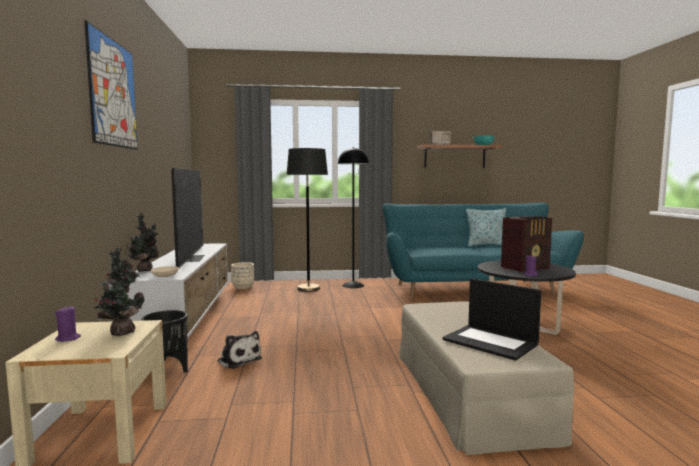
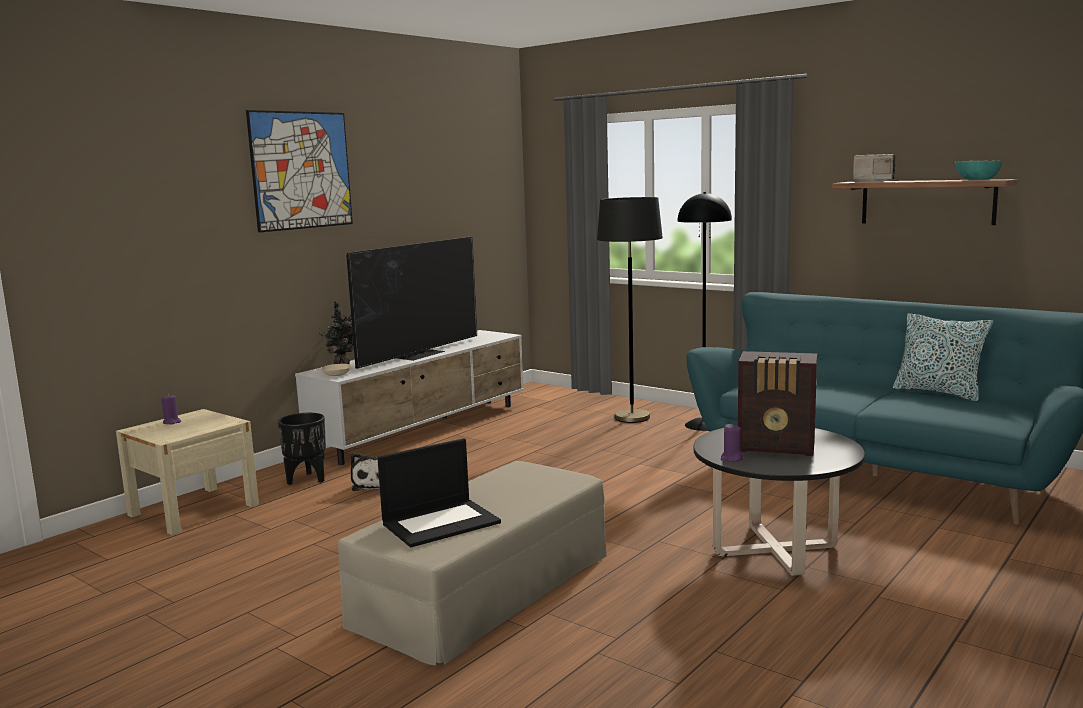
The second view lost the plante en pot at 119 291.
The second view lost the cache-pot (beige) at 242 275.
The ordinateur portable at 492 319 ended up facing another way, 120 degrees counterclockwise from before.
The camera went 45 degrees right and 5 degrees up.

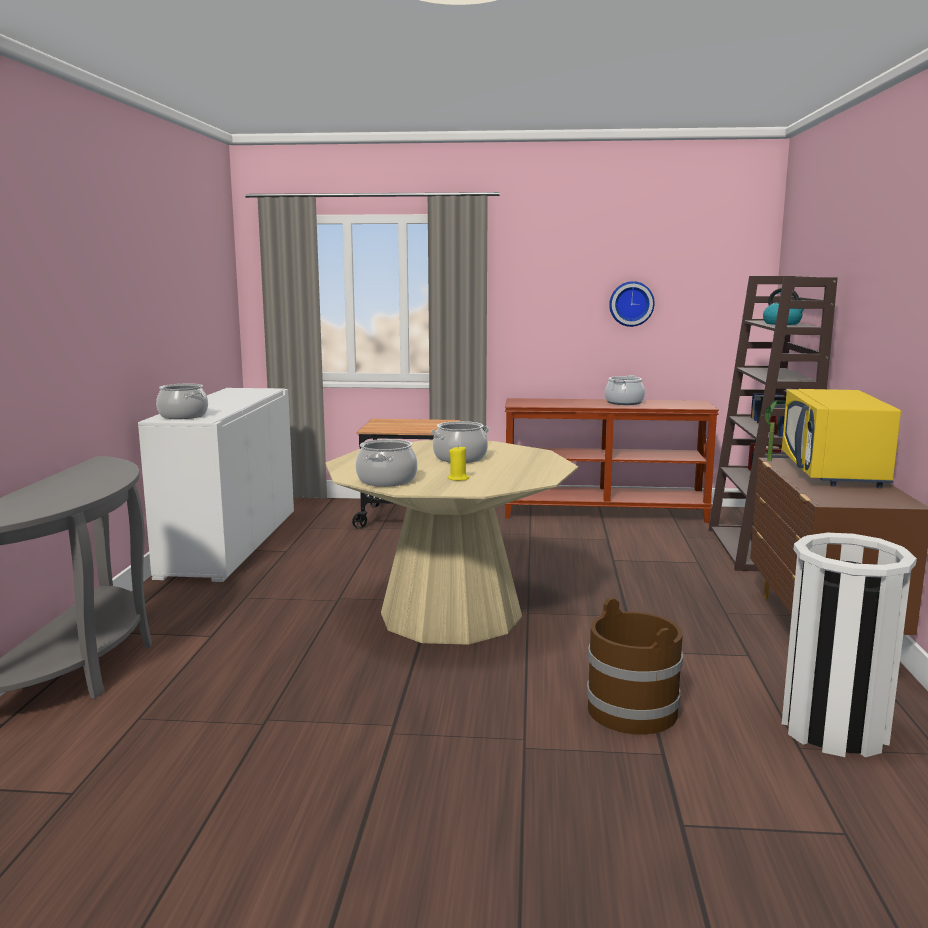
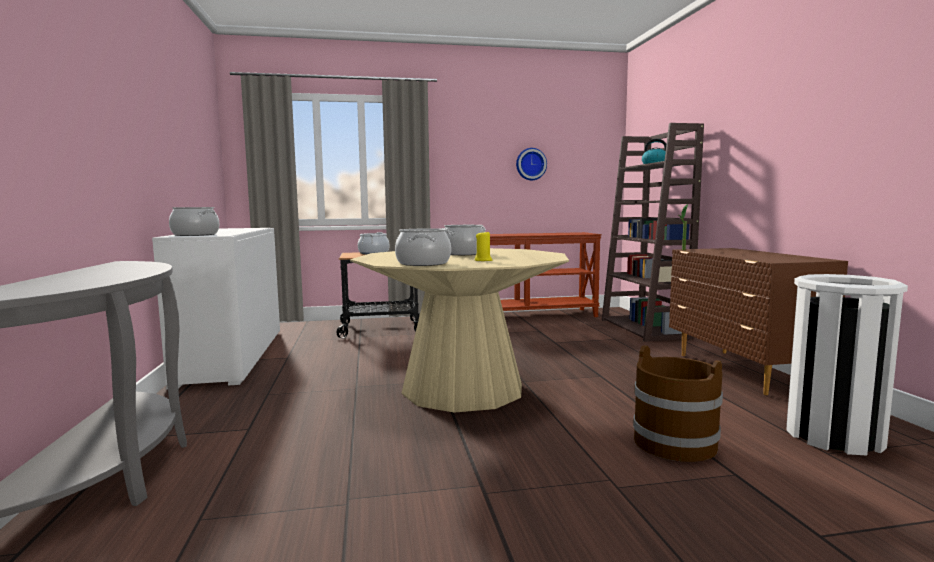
The second view lost the micro-ondes (jaune) at 841 438.
The marmite ended up elsewhere, having gone from 625 390 to 373 243.
The camera went 15 degrees left and 5 degrees down.

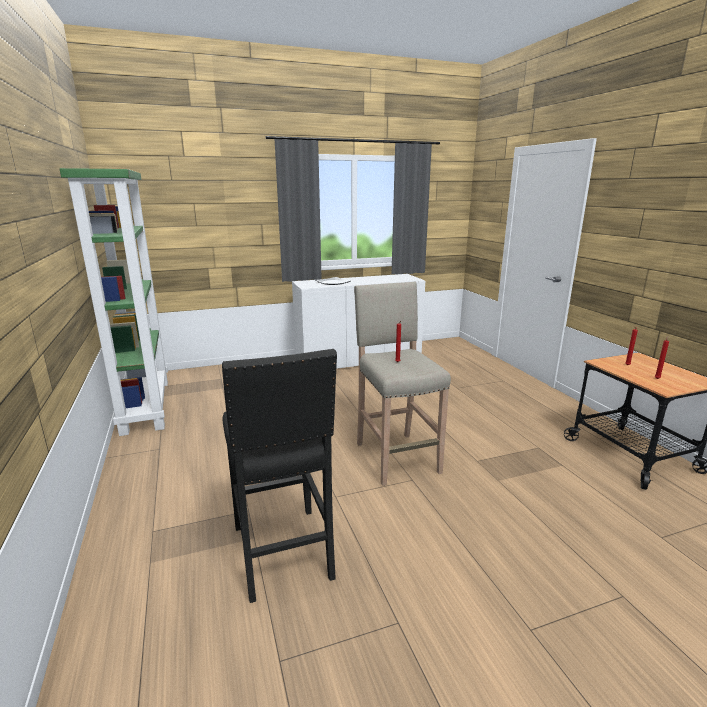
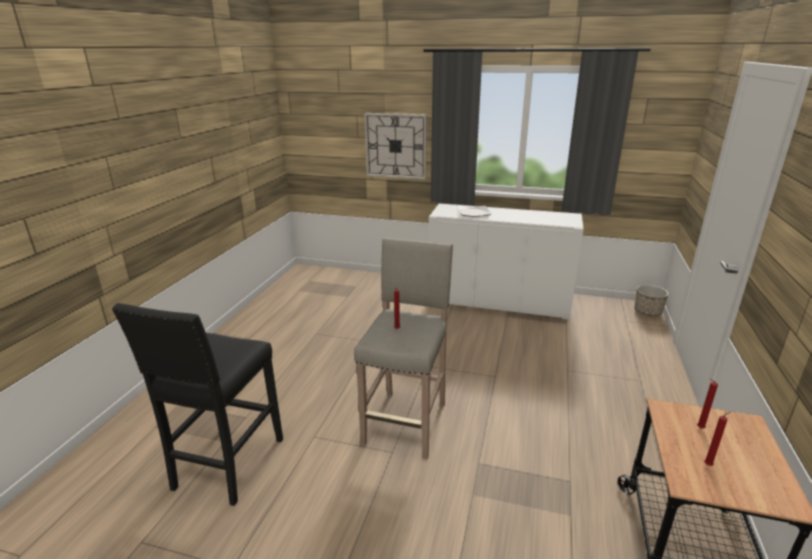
The second view lost the bibliothèque (vert) at 114 302.
The second view gained the horloge murale at 395 146.
The second view gained the cache-pot at 651 300.
The camera went 35 degrees right and 5 degrees up.

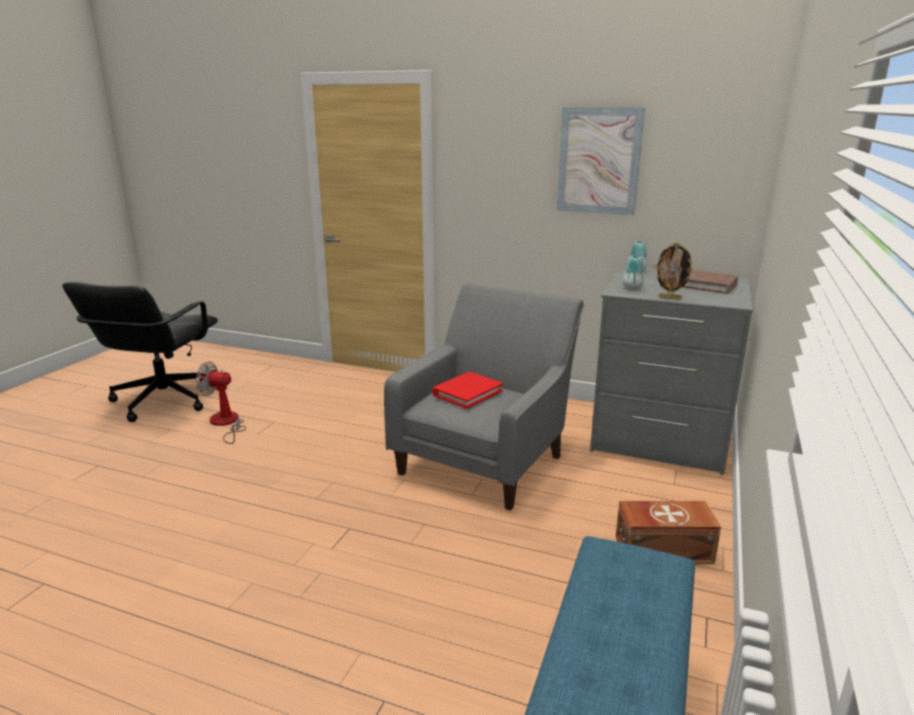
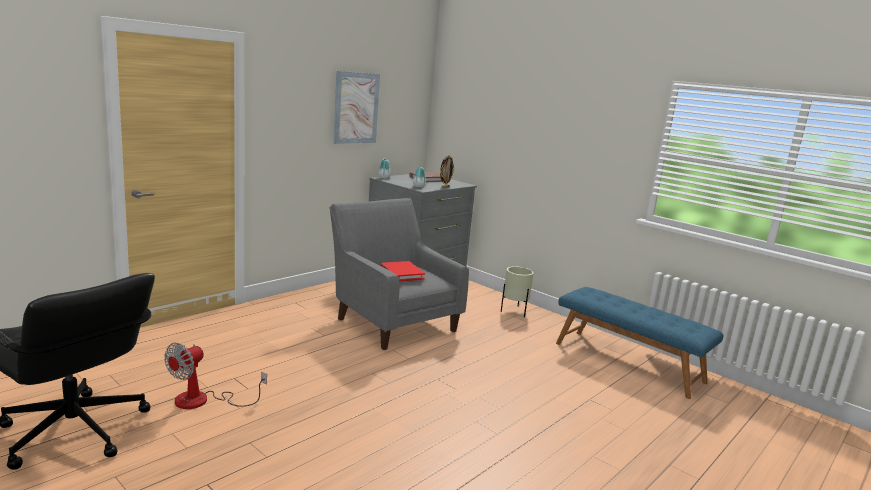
Where the boîte de rangement (marron) stood at 668 532, the cache-pot (beige) came to stand at 517 291.
The camera went 70 degrees left and 5 degrees down.

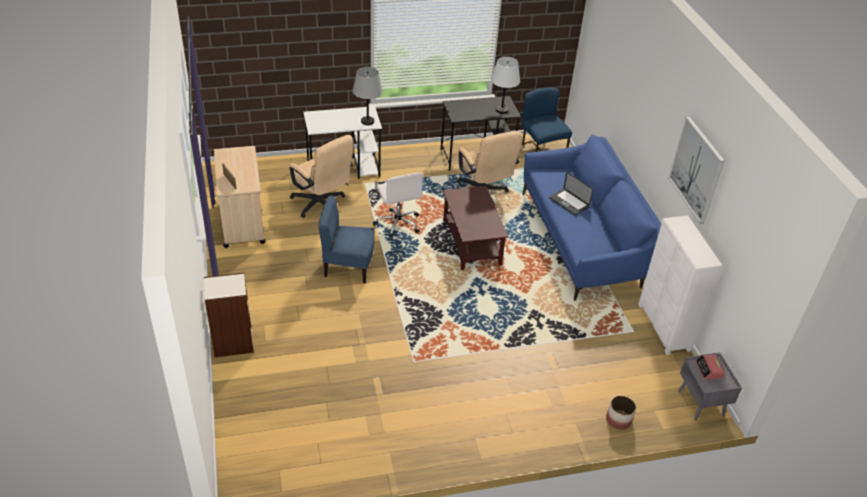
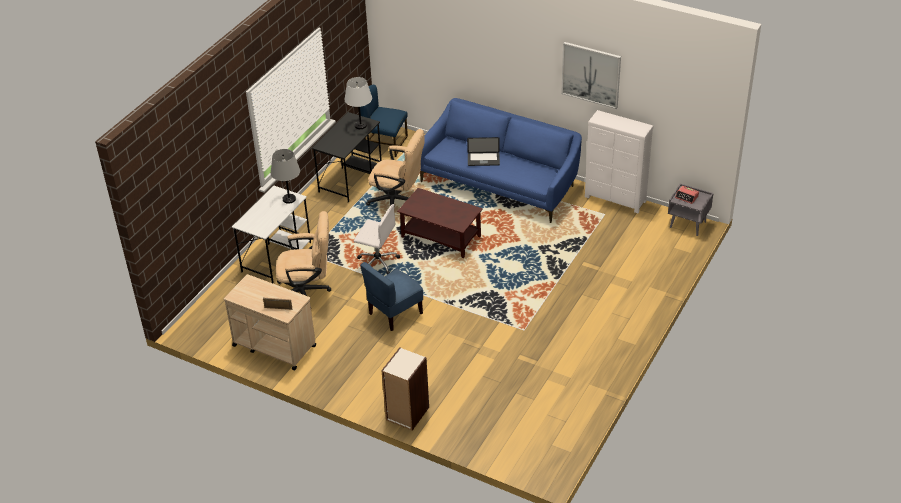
The second view lost the cache-pot at 621 412.
The camera went 45 degrees left and 0 degrees up.

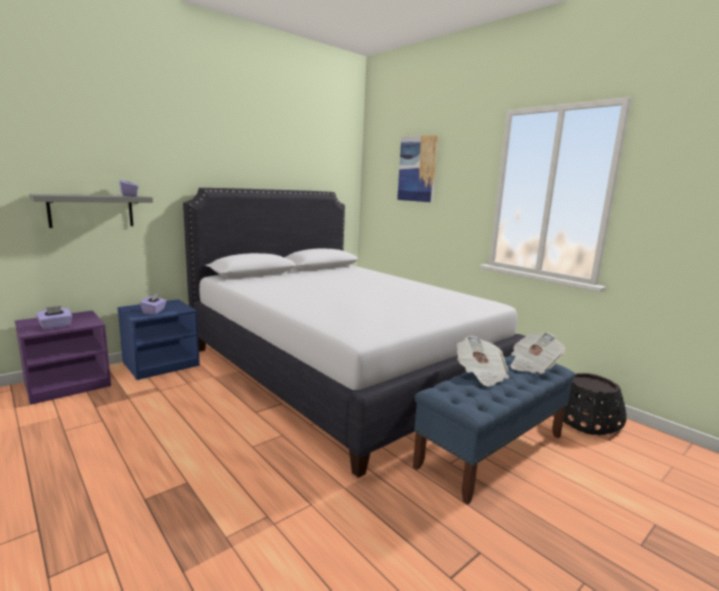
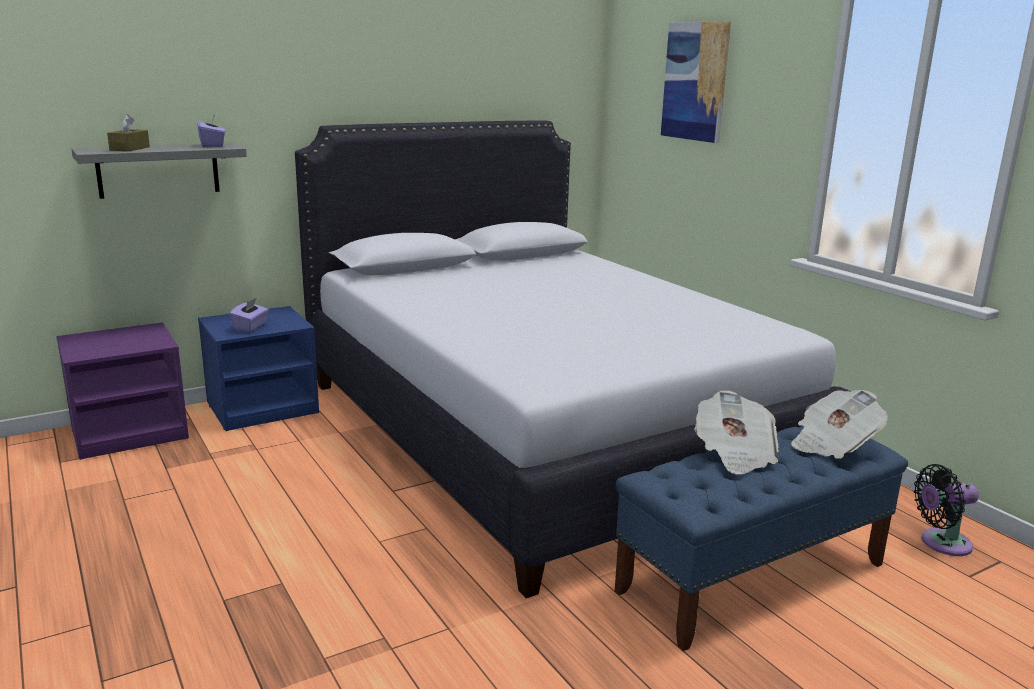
The second view lost the boîte à mouchoirs (violet) at 54 318.
The second view gained the boîte à mouchoirs (marron) at 128 132.
Where the cache-pot (noir) stood at 594 404, the ventilateur (noir) came to stand at 946 510.
The camera went 10 degrees right and 5 degrees up.

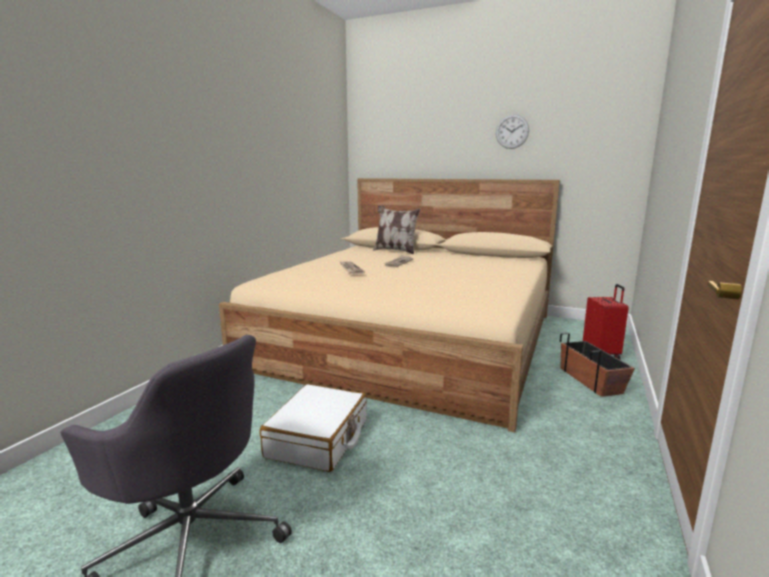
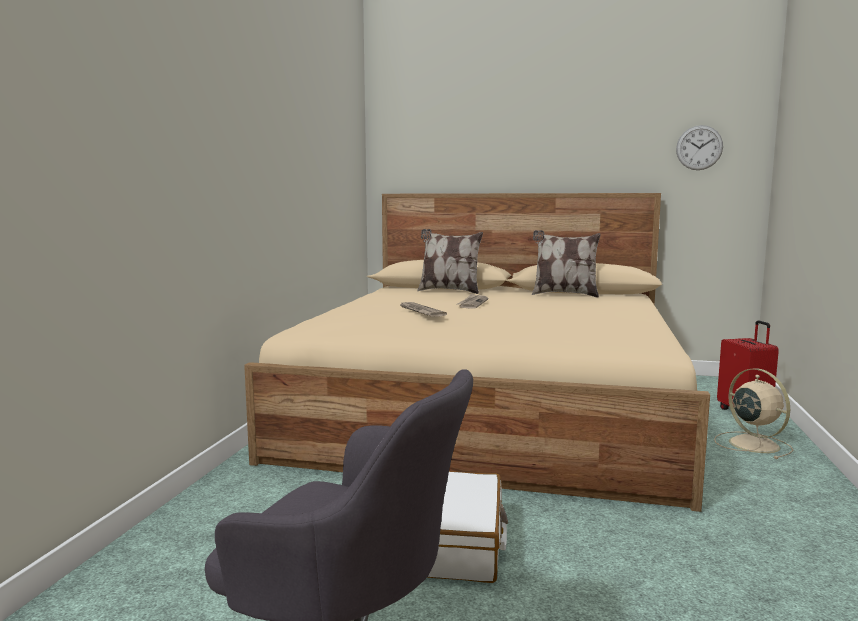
The second view gained the coussin at 566 263.
The horloge murale ended up elsewhere, having gone from 512 131 to 699 147.
Where the cache-pot stood at 597 365, the ventilateur (beige) came to stand at 754 413.
The camera went 10 degrees left and 5 degrees down.

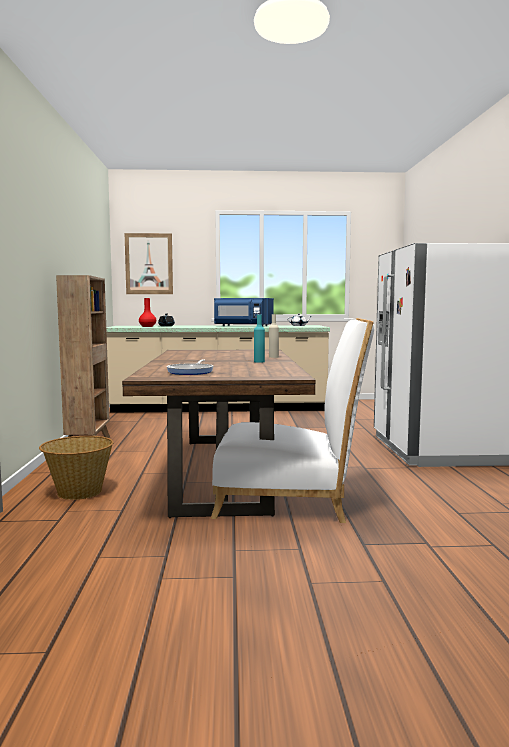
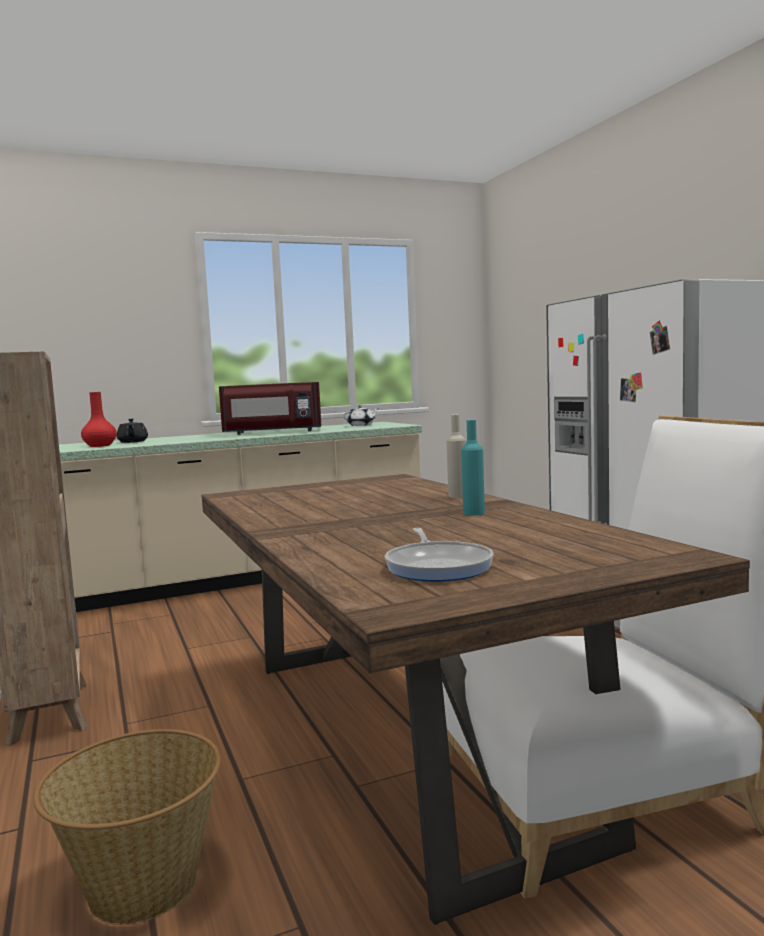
The second view lost the tableau at 149 263.
What was the micro-ondes (bleu) at 244 312 turned into the micro-ondes (rouge) at 270 408.
The camera went 20 degrees left and 0 degrees up.

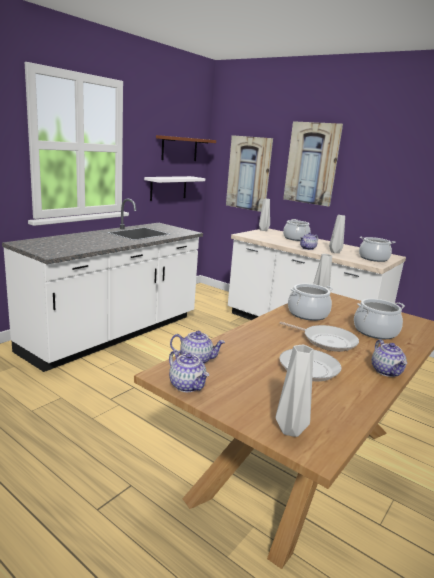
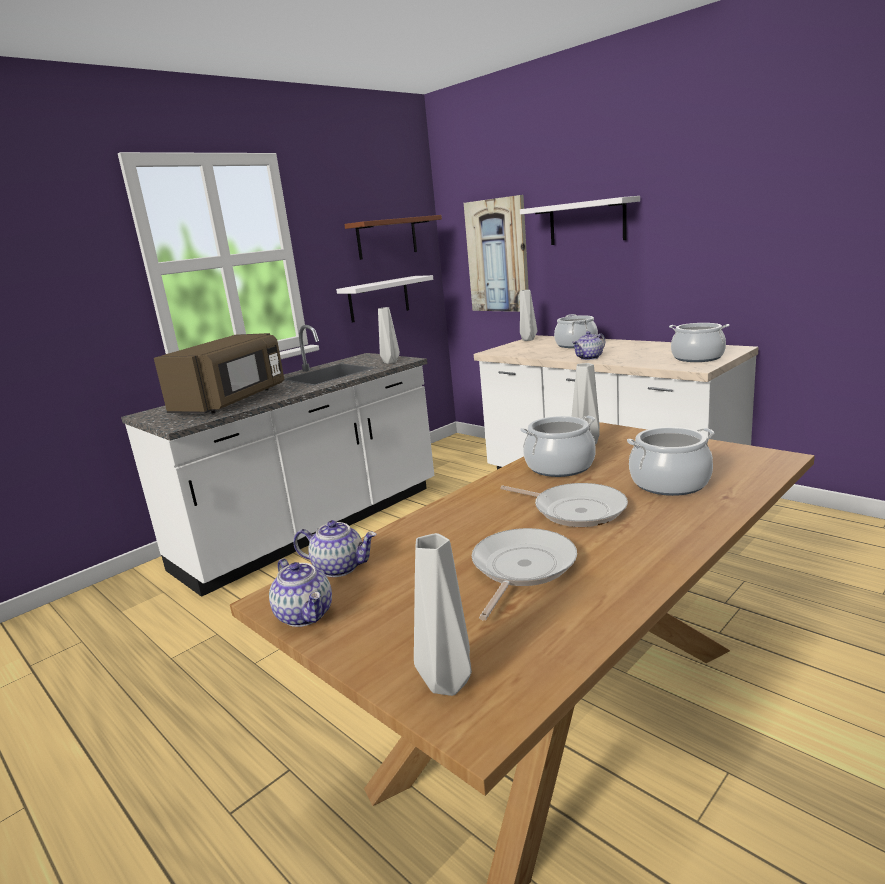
The second view lost the théière at 389 358.
The second view gained the micro-ondes (marron) at 219 373.
The vase (gris) ended up elsewhere, having gone from 337 234 to 389 335.
Where the tableau hung at 313 163, the étagère (blanc) came to hang at 580 220.
The camera went 10 degrees right and 0 degrees up.

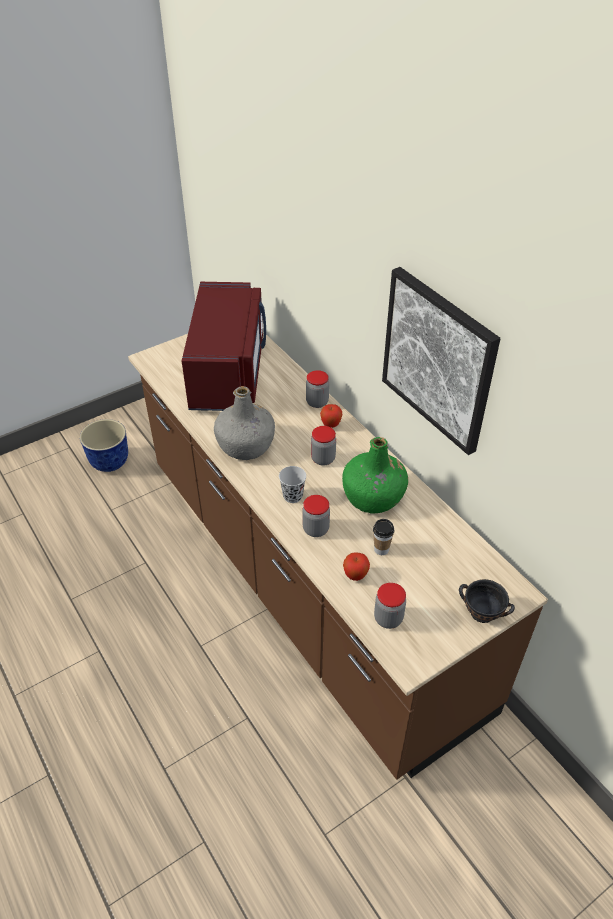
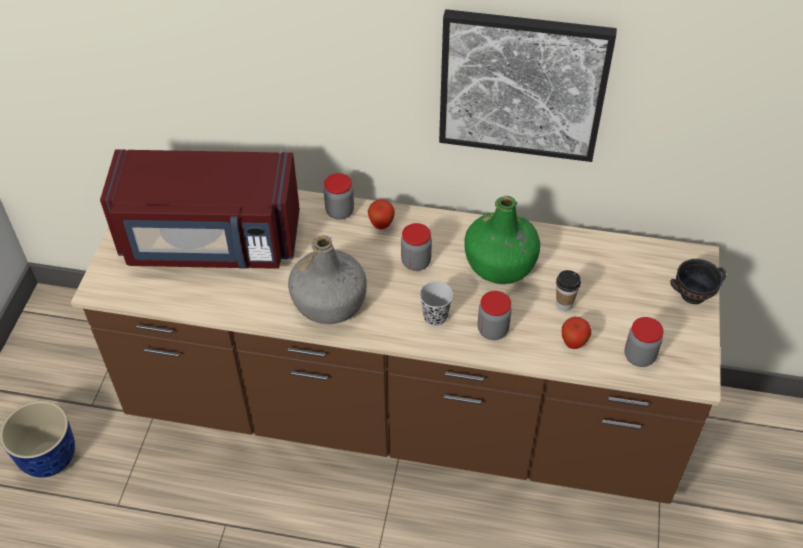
The micro-ondes (rouge) at 224 346 ended up facing another way, 135 degrees clockwise from before.
The camera went 45 degrees left and 5 degrees up.

